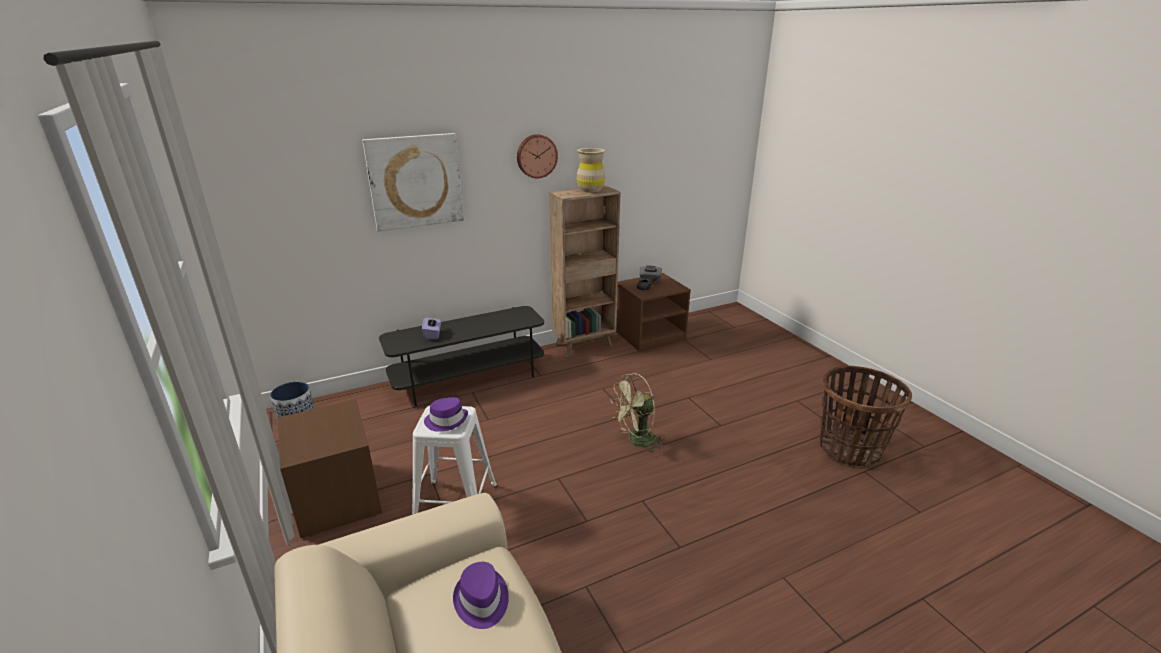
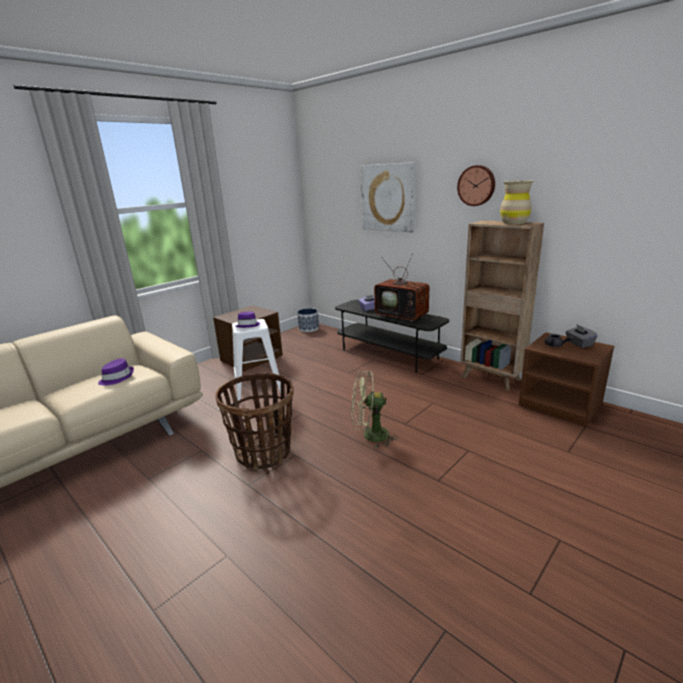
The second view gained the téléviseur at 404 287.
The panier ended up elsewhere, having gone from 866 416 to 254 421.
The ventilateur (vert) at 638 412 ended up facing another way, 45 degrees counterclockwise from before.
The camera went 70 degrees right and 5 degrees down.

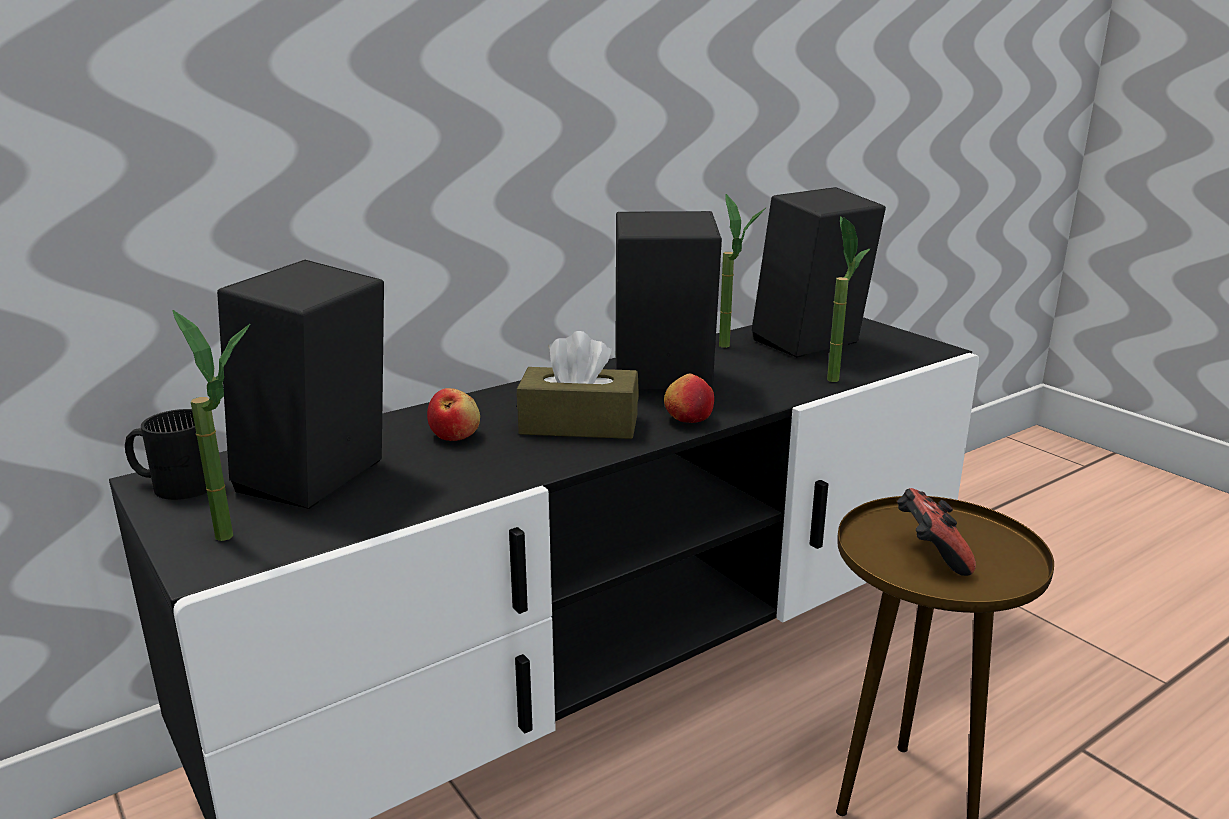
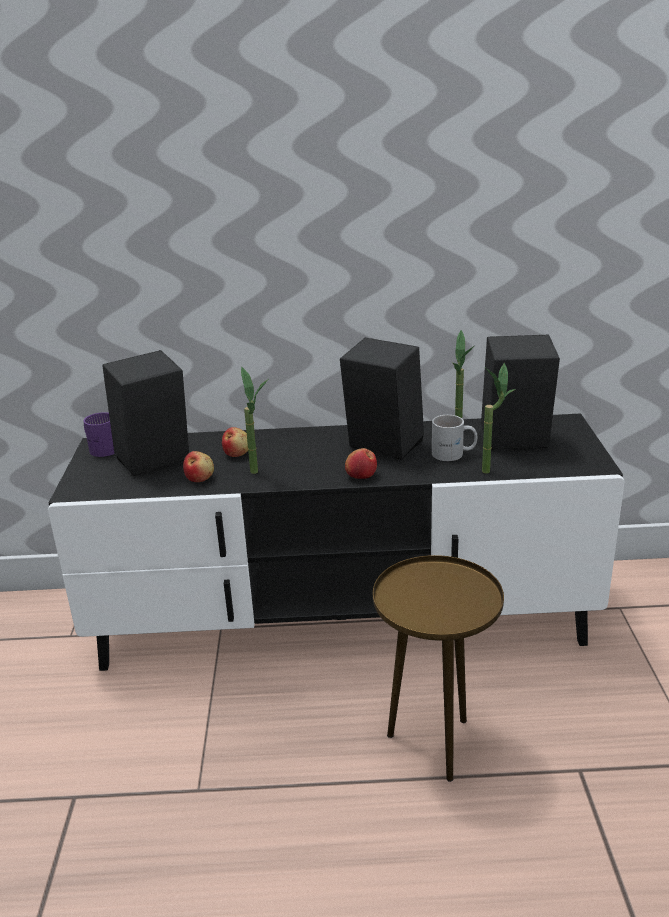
The second view lost the boîte à mouchoirs (marron) at 578 385.
The second view lost the manette at 936 532.
The second view gained the pomme at 198 466.
The second view gained the mug (blanc) at 455 438.
The plante en pot ended up elsewhere, having gone from 211 425 to 254 420.
What was the mug (noir) at 166 454 turned into the mug (violet) at 99 434.
The camera went 35 degrees right and 5 degrees up.

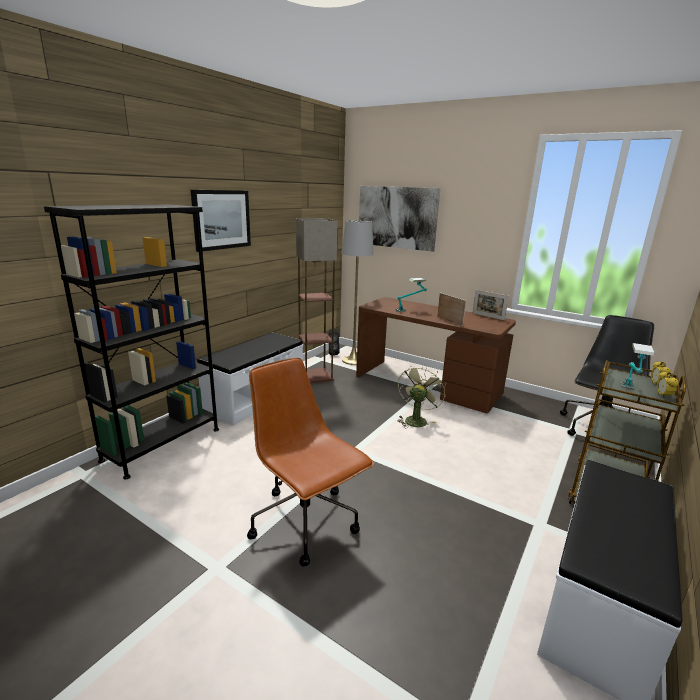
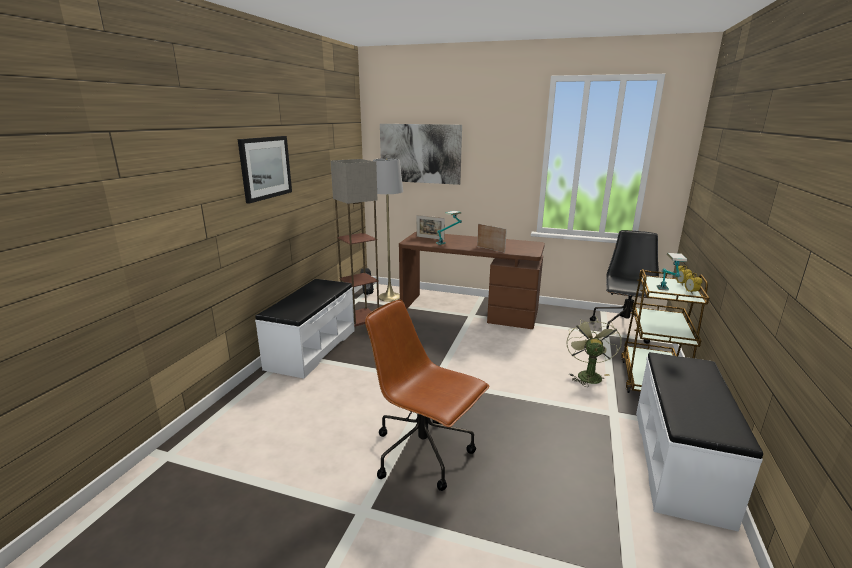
The second view lost the bibliothèque (noir) at 131 342.
The ventilateur (vert) ended up elsewhere, having gone from 421 397 to 594 352.
The cadre photo ended up elsewhere, having gone from 491 305 to 431 227.
The camera went 15 degrees left and 0 degrees up.

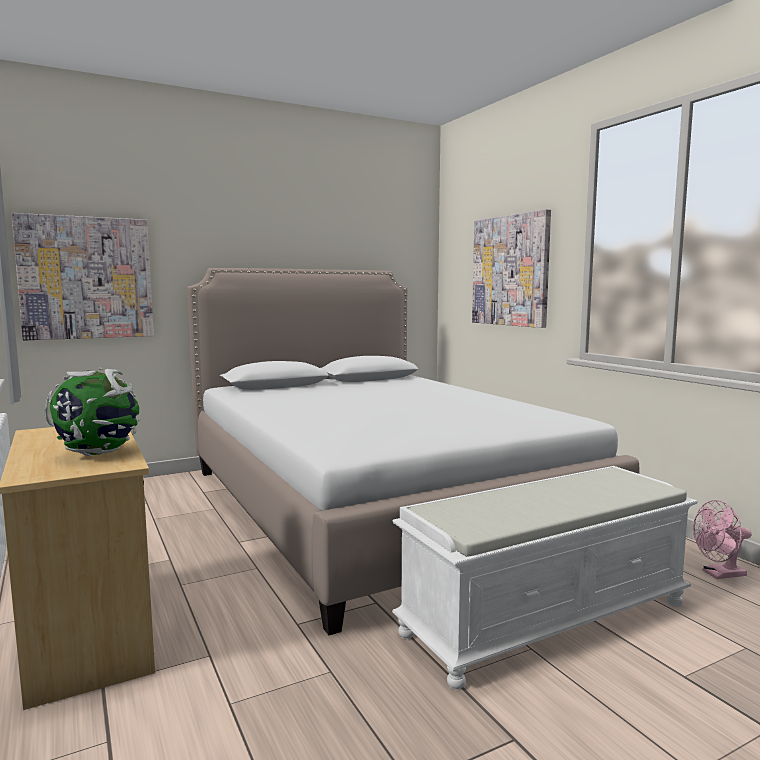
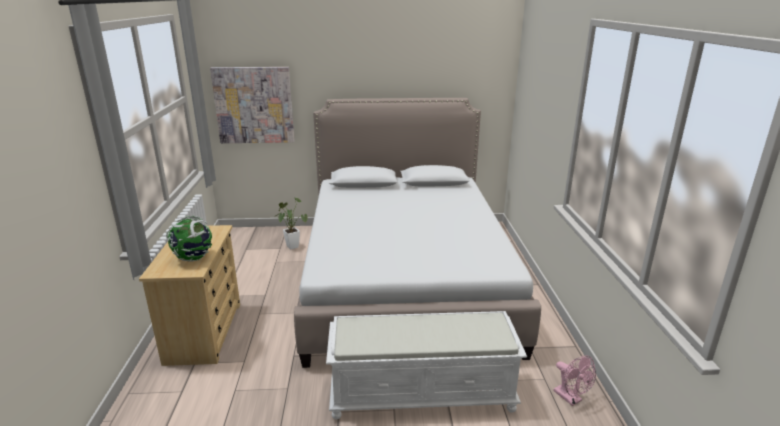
The second view lost the tableau at 511 268.
The second view gained the plante en pot at 291 223.
The ventilateur (rose) at 722 539 ended up facing another way, 135 degrees counterclockwise from before.
The camera went 25 degrees right and 15 degrees up.

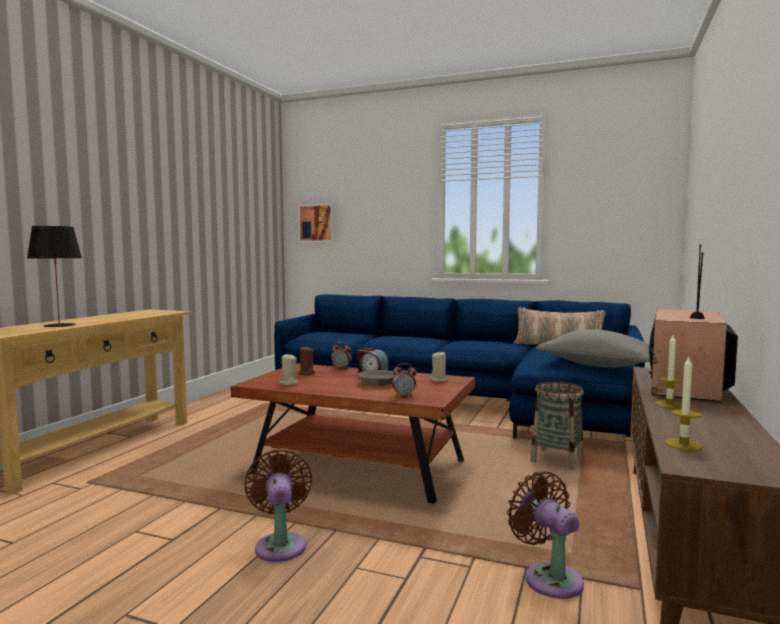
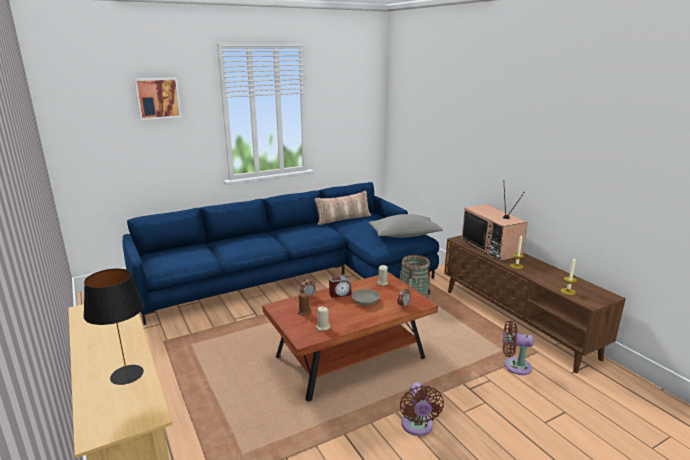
The tableau ended up elsewhere, having gone from 316 222 to 157 99.
The ventilateur (marron) at 278 506 ended up facing another way, 120 degrees counterclockwise from before.
The camera went 50 degrees left and 15 degrees up.

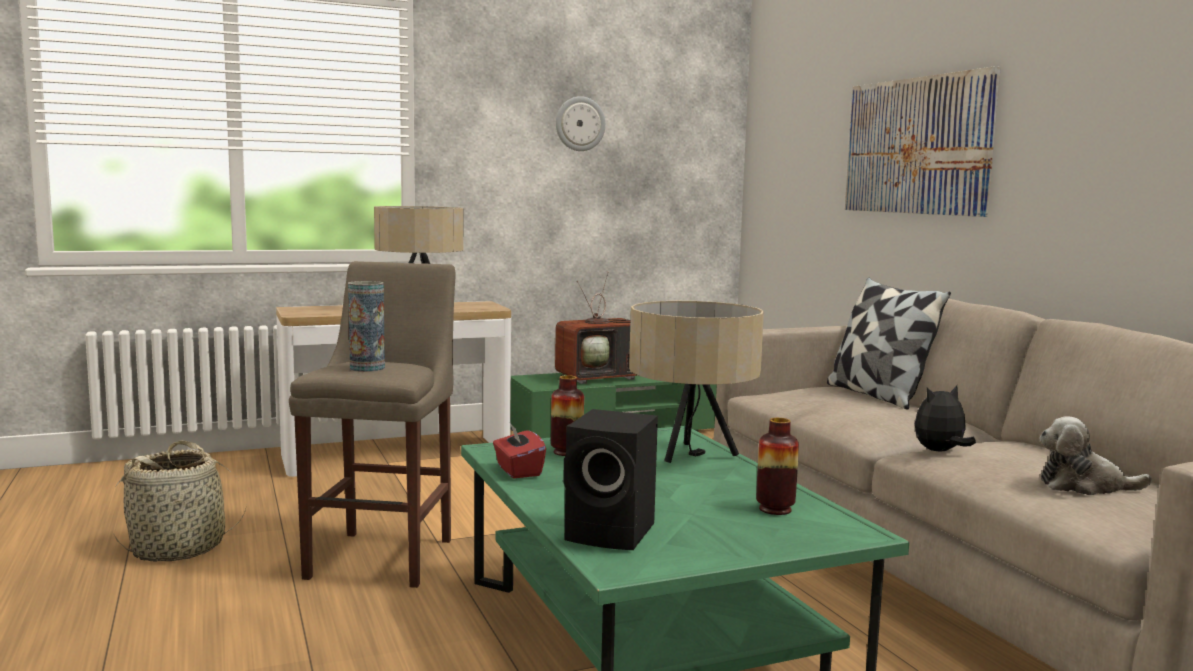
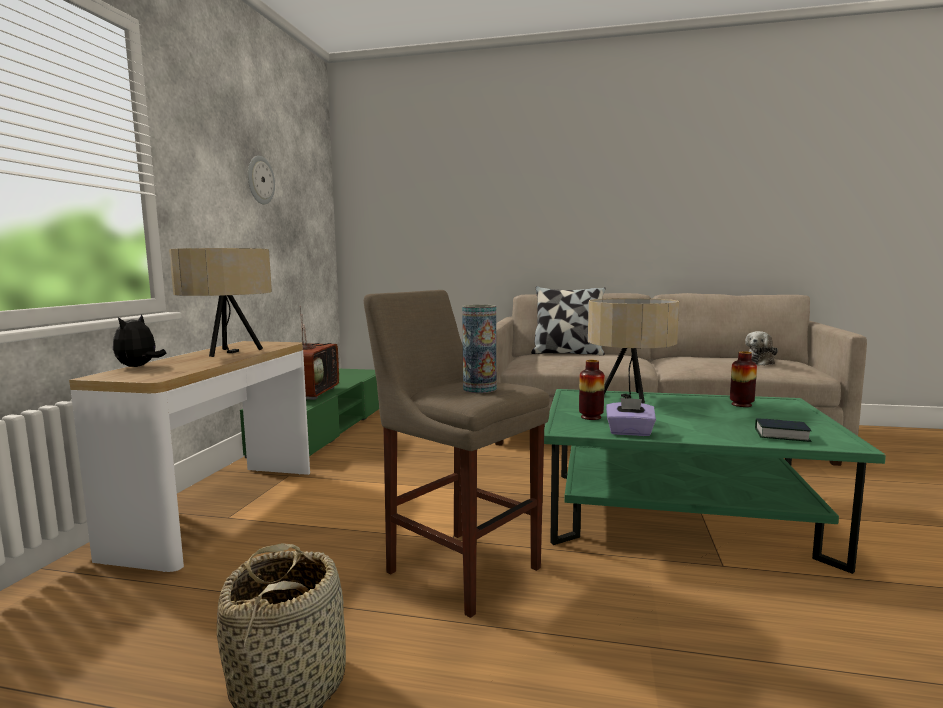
The second view lost the tableau at 923 141.
The peluche ended up elsewhere, having gone from 945 418 to 139 341.
Where the enceinte (noir) stood at 610 479, the livre came to stand at 783 430.
What was the boîte à mouchoirs (rouge) at 519 450 turned into the boîte à mouchoirs (violet) at 631 417.
The camera went 55 degrees left and 0 degrees up.

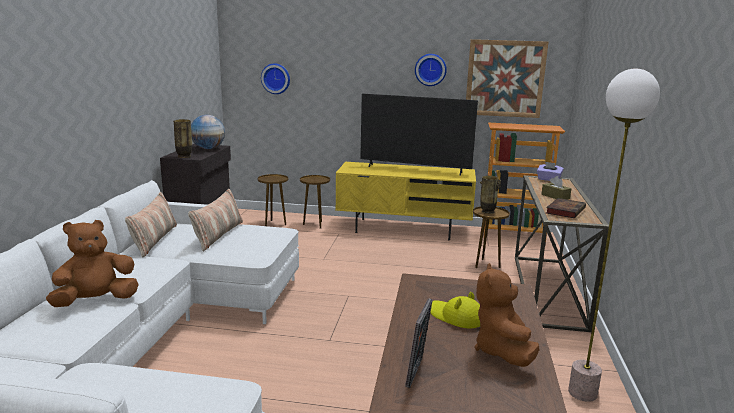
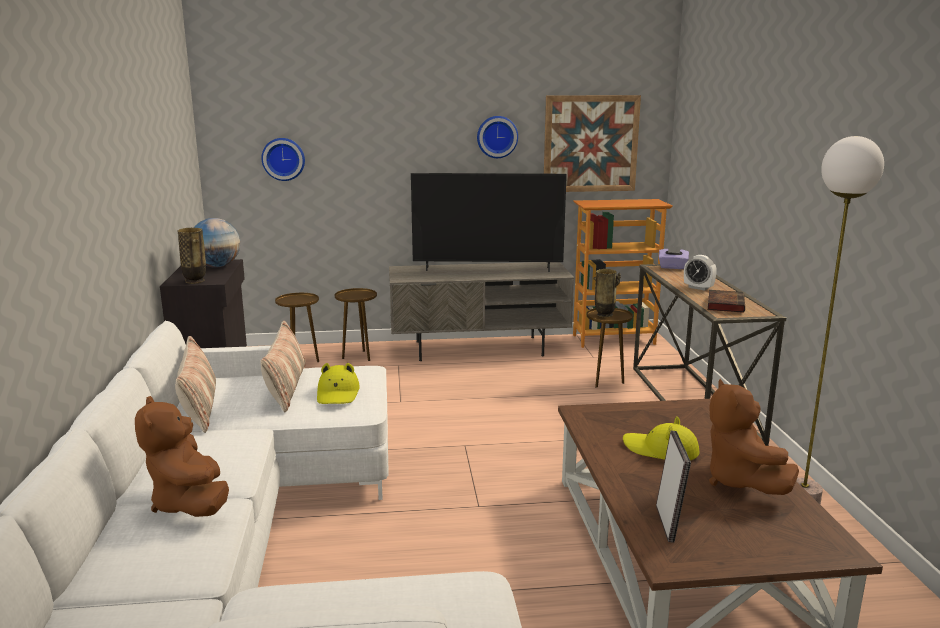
The second view gained the chapeau (jaune) at 338 383.
Where the boîte à mouchoirs (marron) stood at 556 188, the réveil came to stand at 700 273.
What was the meuble télé (jaune) at 405 201 turned into the meuble télé (gris) at 481 311.
The peluche (marron) at 92 263 ended up facing another way, 60 degrees counterclockwise from before.
The camera went 15 degrees left and 0 degrees up.

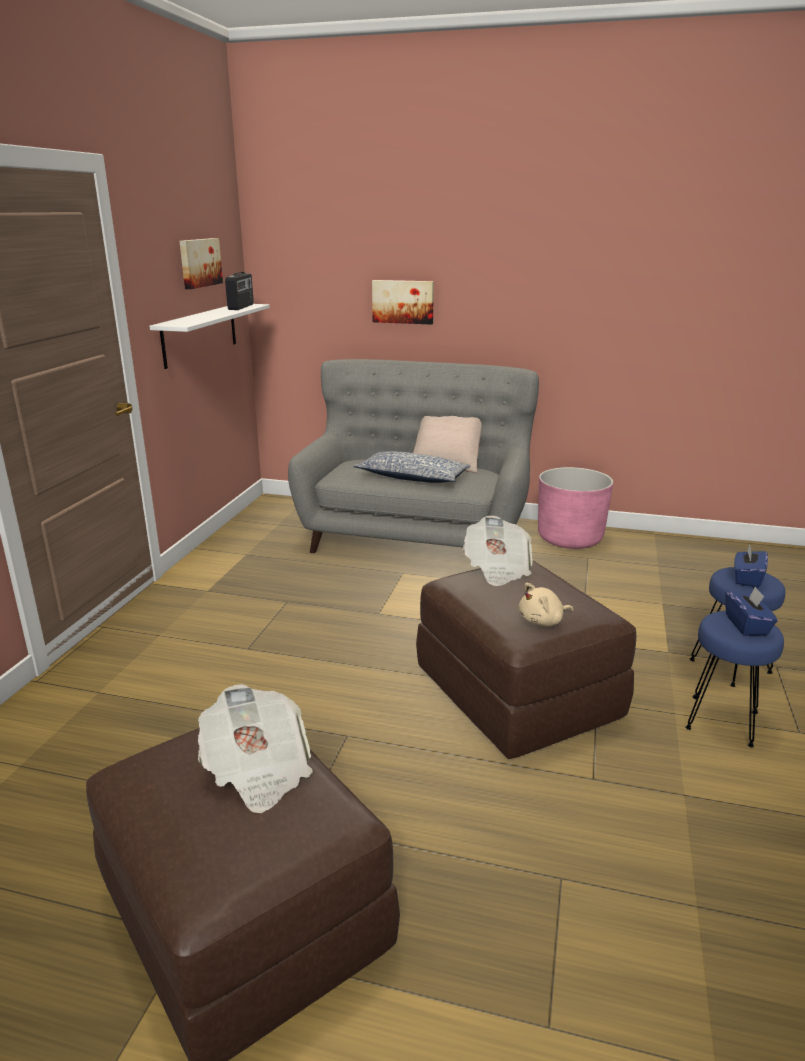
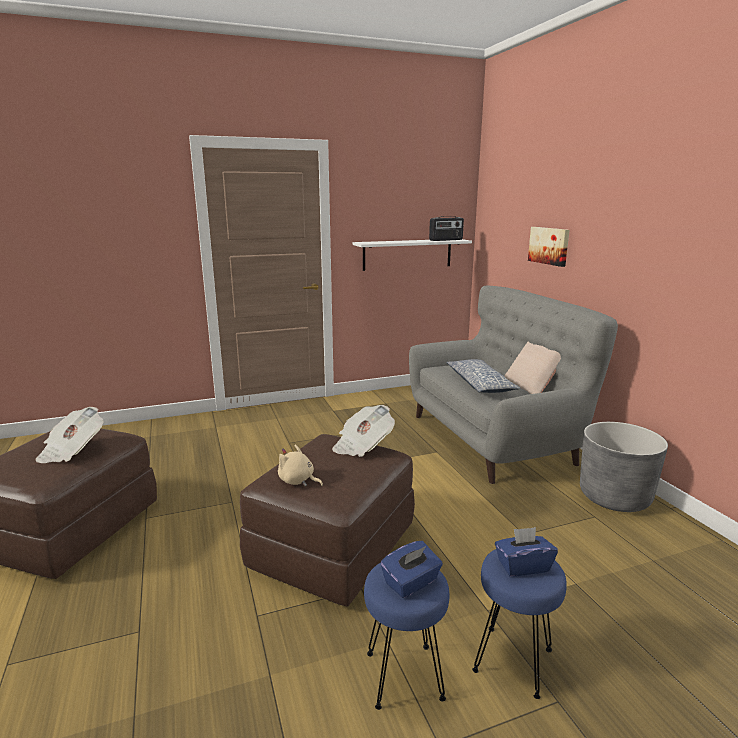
The second view lost the tableau at 201 263.
What was the cache-pot (rose) at 575 508 turned into the cache-pot (gris) at 624 467.
The camera went 55 degrees right and 5 degrees down.

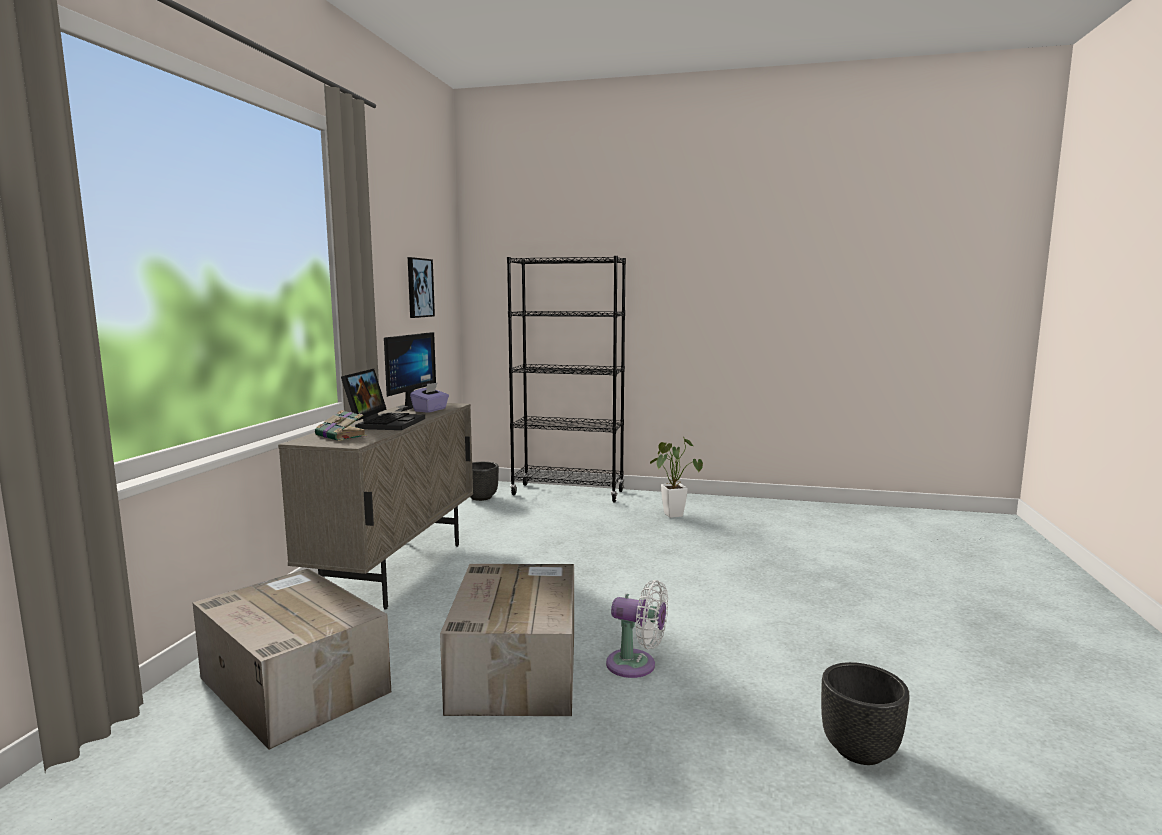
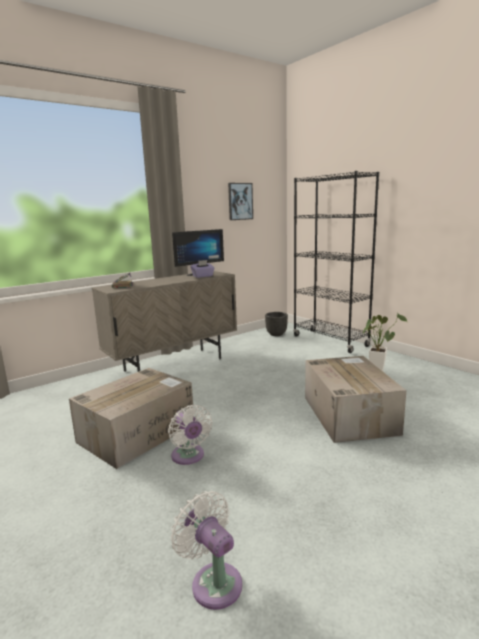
The second view lost the ordinateur portable at 383 399.
The carton ended up elsewhere, having gone from 292 659 to 355 399.
Where the cache-pot (noir) stood at 865 713, the ventilateur (blanc) came to stand at 206 550.
The camera went 40 degrees right and 5 degrees up.

